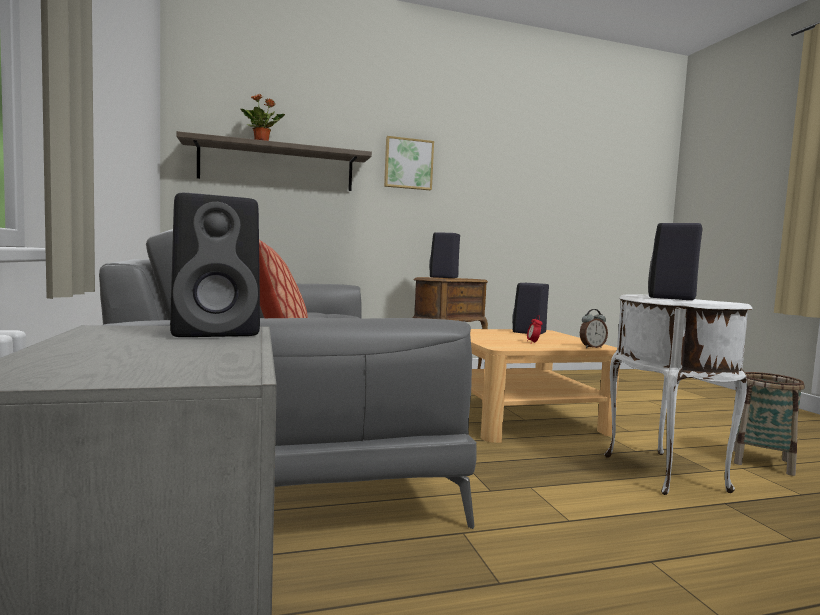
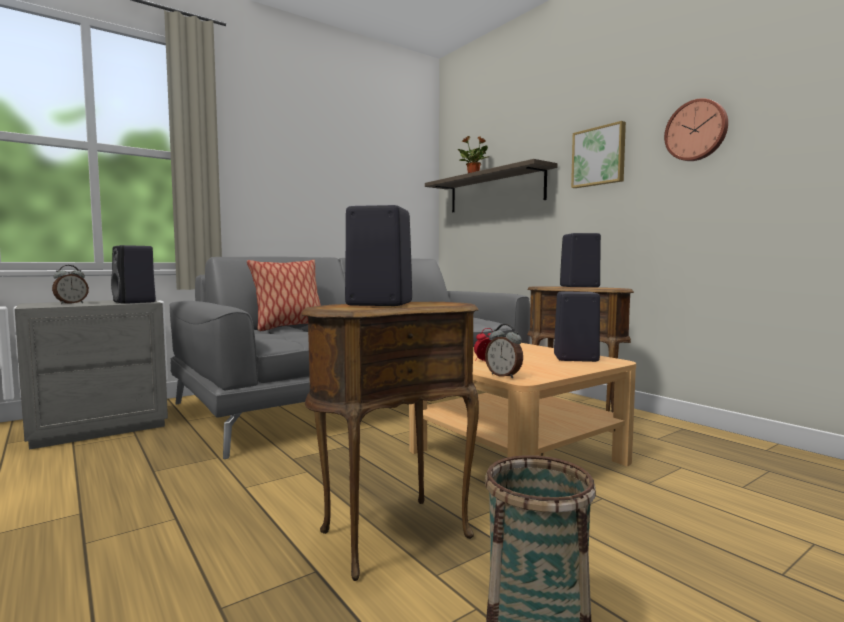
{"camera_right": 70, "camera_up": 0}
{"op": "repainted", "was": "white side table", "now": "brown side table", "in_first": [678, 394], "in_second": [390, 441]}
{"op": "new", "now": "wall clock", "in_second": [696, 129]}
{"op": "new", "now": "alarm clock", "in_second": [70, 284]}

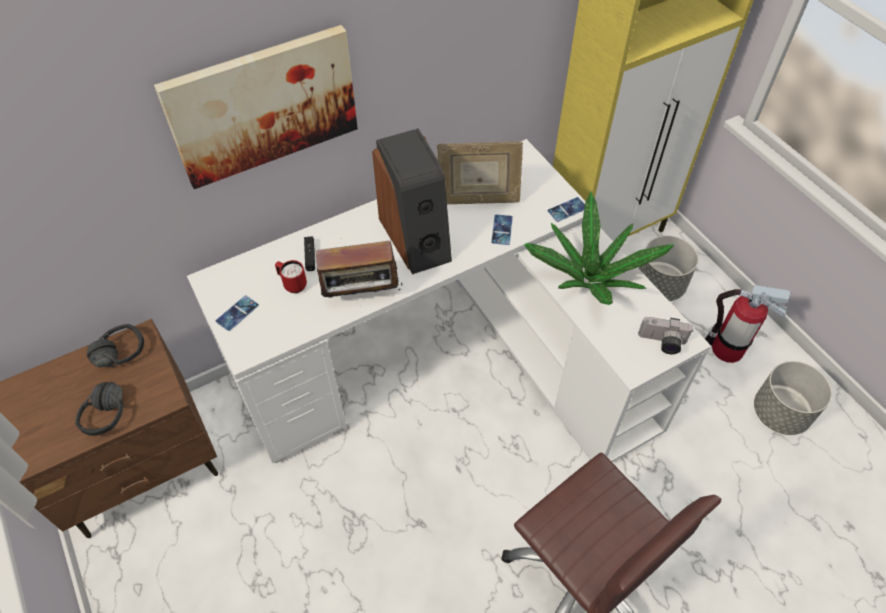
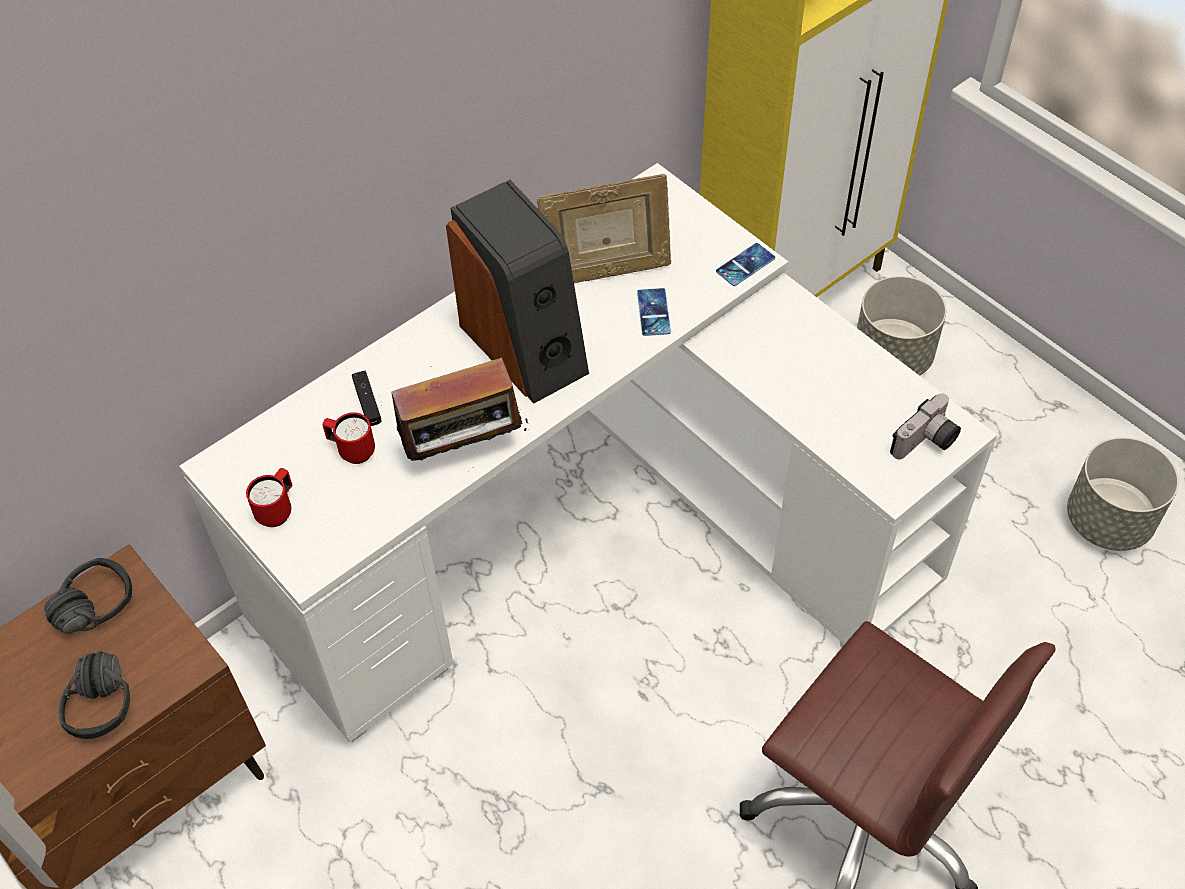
{"camera_right": -10, "camera_up": 0}
{"op": "gone", "was": "picture", "in_first": [256, 107]}
{"op": "gone", "was": "potted plant", "in_first": [599, 248]}
{"op": "gone", "was": "fire extinguisher", "in_first": [748, 324]}
{"op": "swapped", "was": "phone", "now": "red mug", "in_first": [237, 313], "in_second": [269, 497]}
{"op": "rotated", "was": "photo camera", "in_first": [665, 335], "in_second": [925, 426], "clockwise": -45}

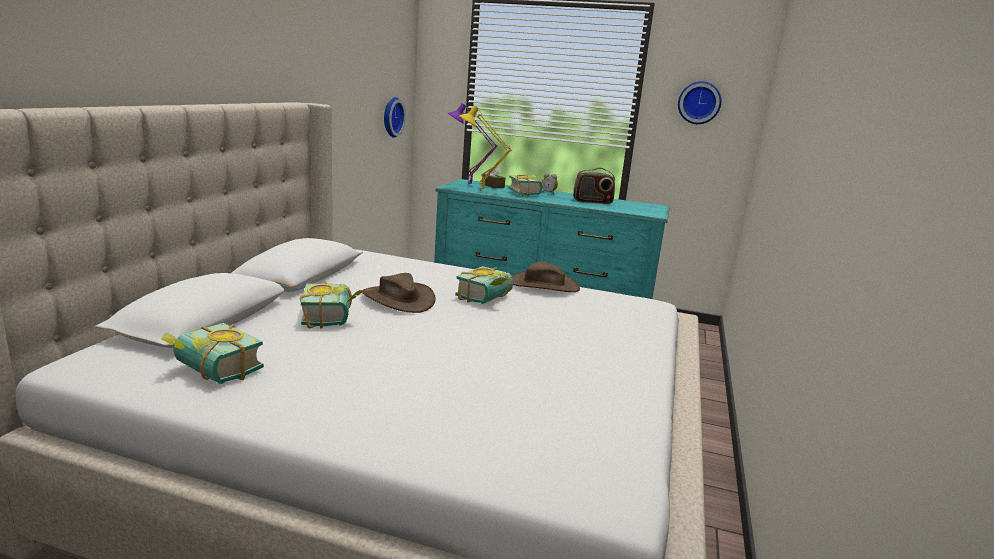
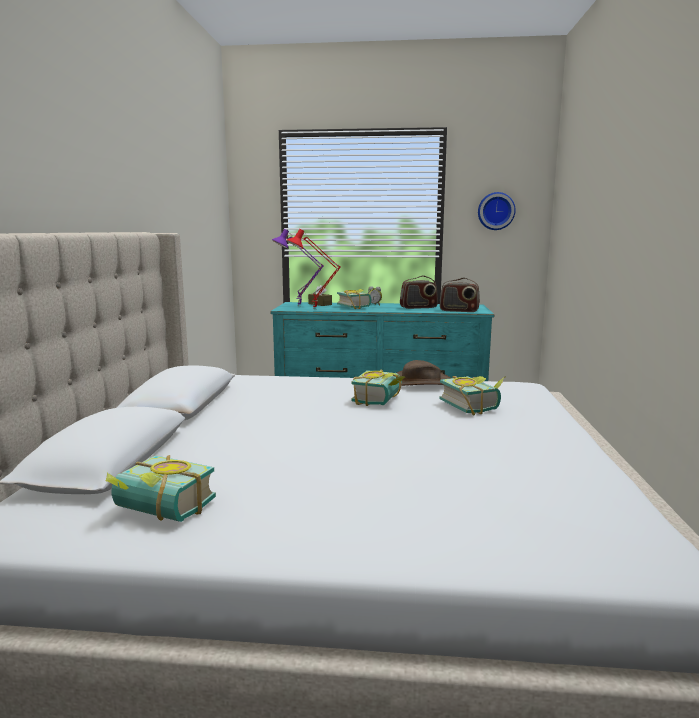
{"camera_right": -10, "camera_up": -5}
{"op": "gone", "was": "wall clock", "in_first": [395, 117]}
{"op": "repainted", "was": "yellow table lamp", "now": "red table lamp", "in_first": [485, 148], "in_second": [313, 268]}
{"op": "gone", "was": "brown hat", "in_first": [399, 293]}
{"op": "shifted", "was": "book", "in_first": [332, 305], "in_second": [472, 395]}
{"op": "new", "now": "radio", "in_second": [460, 295]}

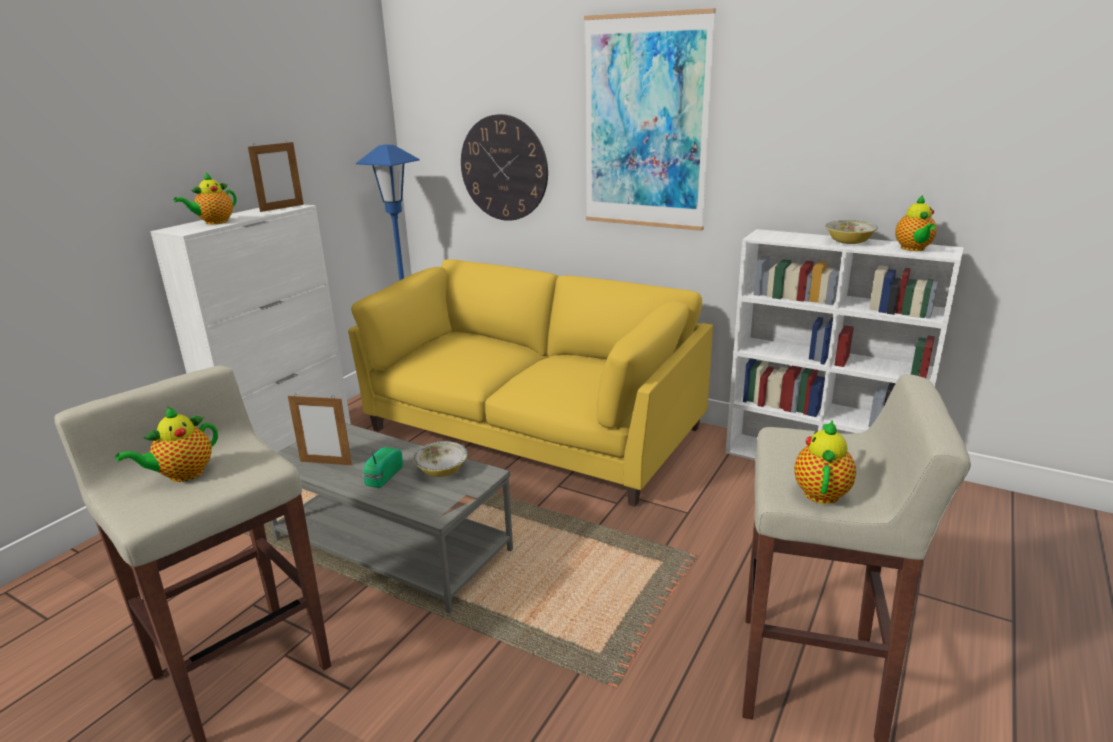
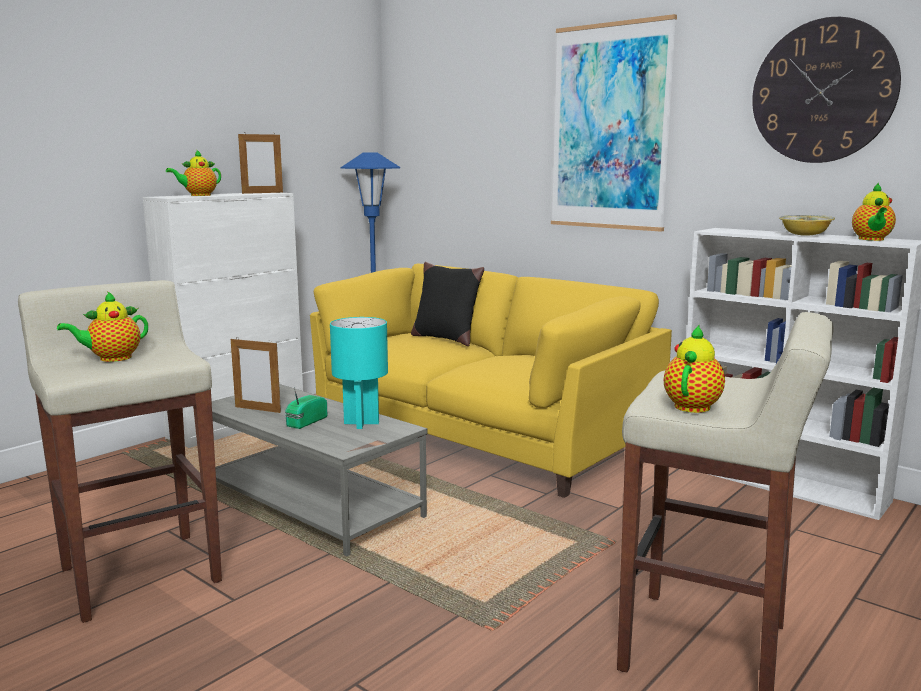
{"camera_right": 10, "camera_up": -10}
{"op": "shifted", "was": "wall clock", "in_first": [504, 167], "in_second": [826, 90]}
{"op": "swapped", "was": "bowl", "now": "turquoise table lamp", "in_first": [440, 459], "in_second": [359, 373]}
{"op": "new", "now": "black pillow", "in_second": [447, 304]}

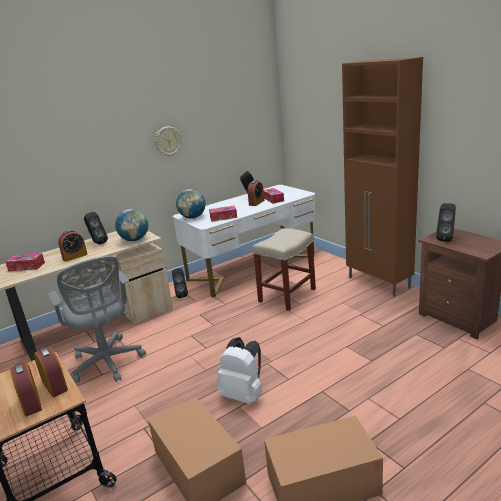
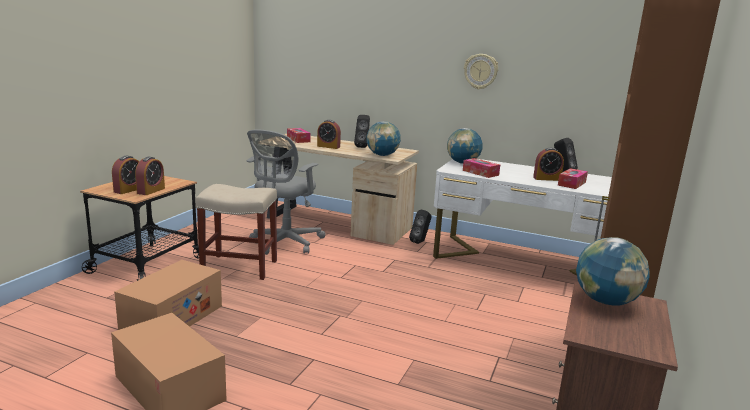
{"camera_right": 55, "camera_up": -5}
{"op": "swapped", "was": "black speaker", "now": "globe", "in_first": [446, 222], "in_second": [613, 271]}
{"op": "shifted", "was": "beige stool", "in_first": [284, 269], "in_second": [236, 232]}
{"op": "gone", "was": "white backpack", "in_first": [239, 370]}

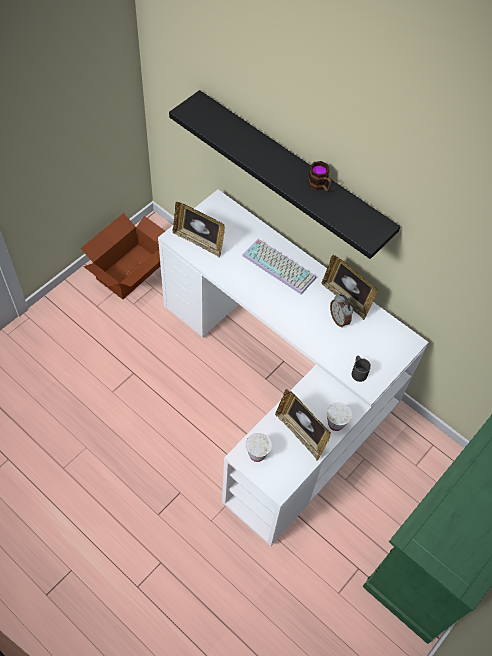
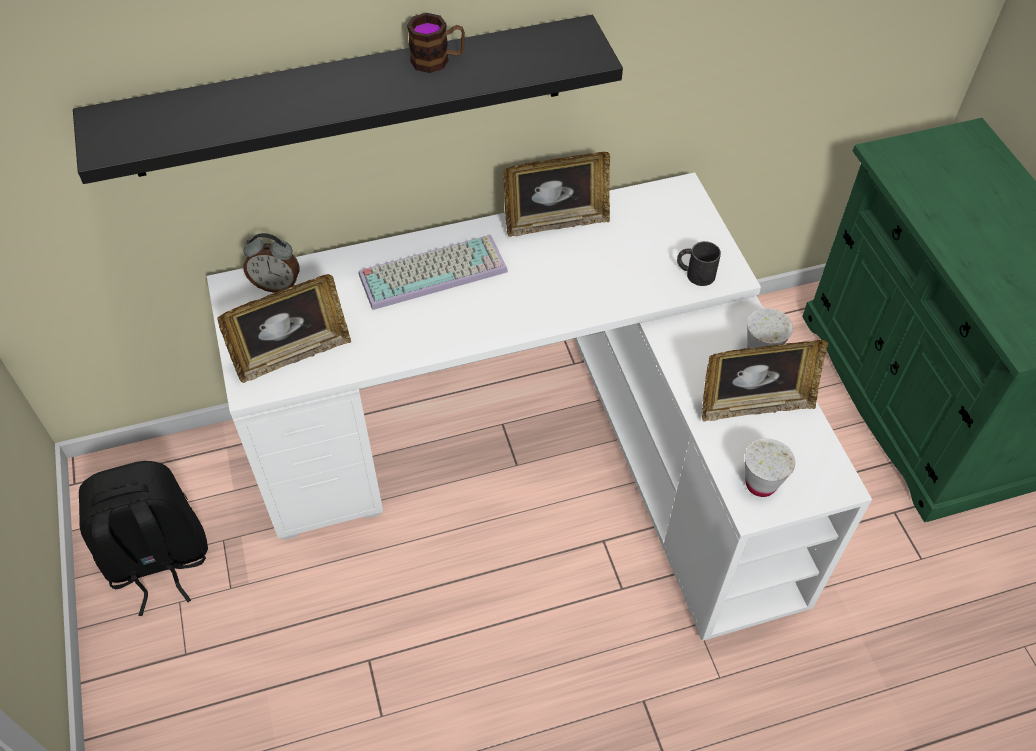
{"camera_right": -55, "camera_up": -5}
{"op": "swapped", "was": "cardboard box", "now": "black backpack", "in_first": [123, 256], "in_second": [143, 538]}
{"op": "shifted", "was": "alarm clock", "in_first": [341, 310], "in_second": [271, 263]}

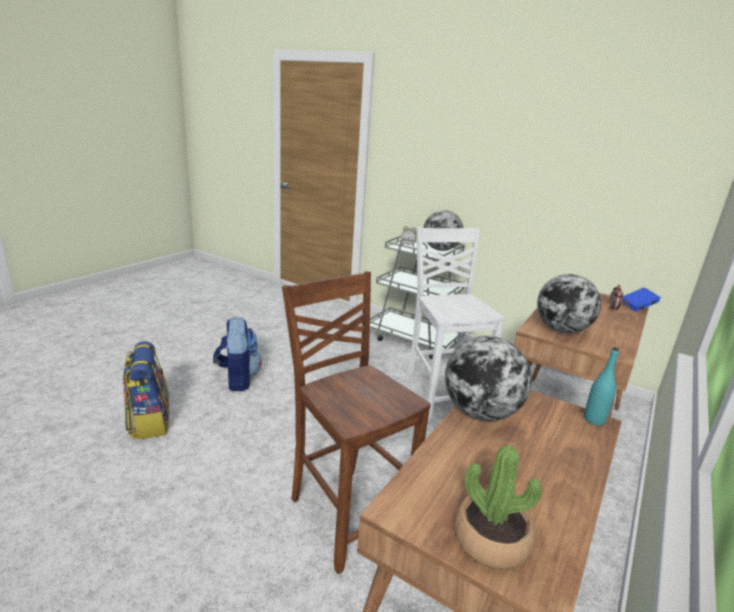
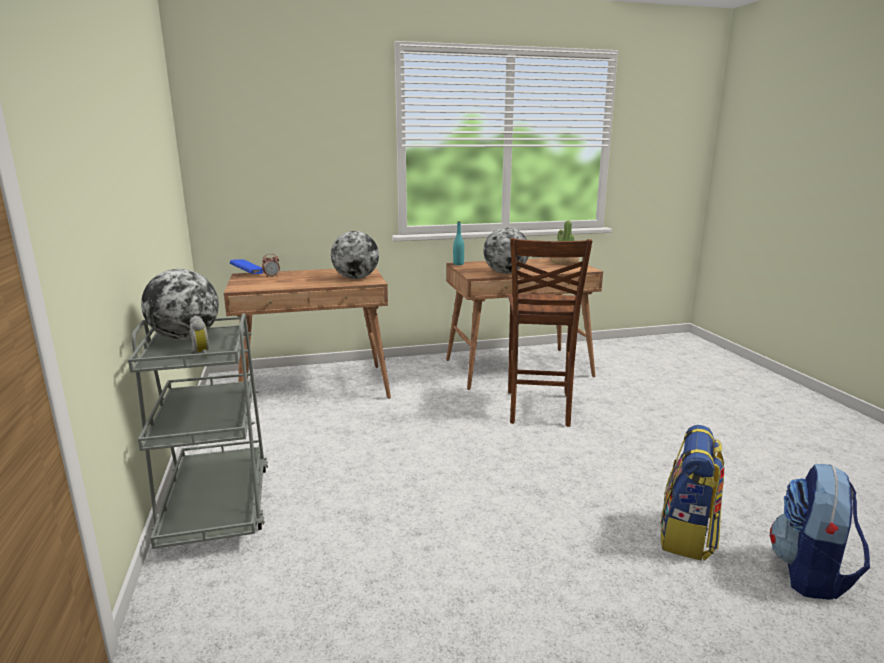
{"camera_right": -135, "camera_up": -5}
{"op": "gone", "was": "white chair", "in_first": [455, 324]}
{"op": "shifted", "was": "backpack", "in_first": [237, 353], "in_second": [820, 532]}

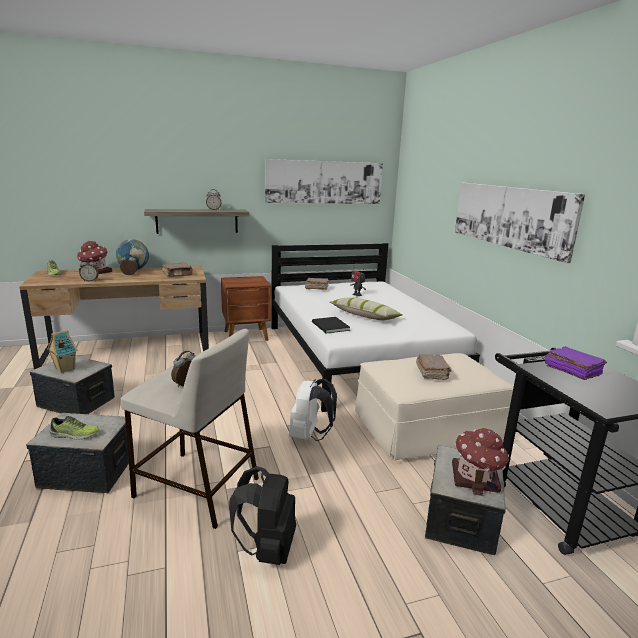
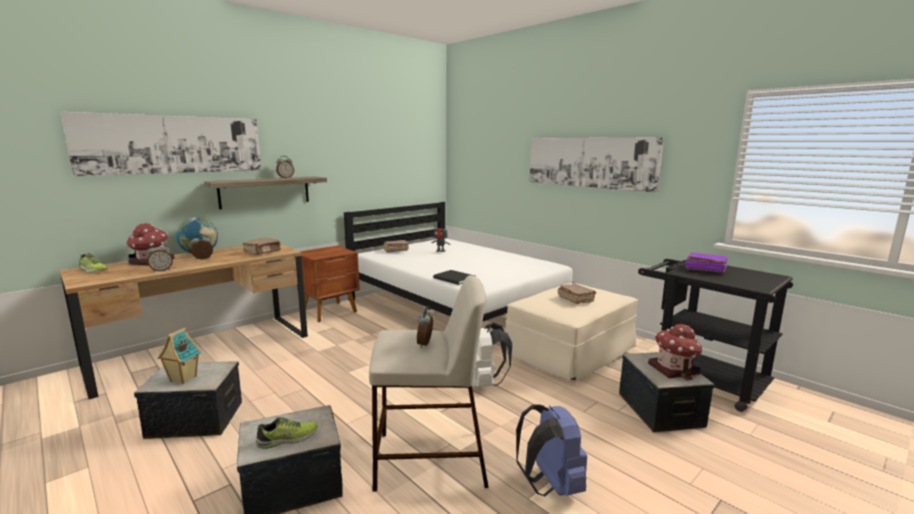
{"camera_right": -25, "camera_up": -5}
{"op": "shifted", "was": "picture", "in_first": [324, 181], "in_second": [161, 144]}
{"op": "gone", "was": "pillow", "in_first": [365, 308]}
{"op": "repainted", "was": "black backpack", "now": "blue backpack", "in_first": [262, 515], "in_second": [551, 450]}

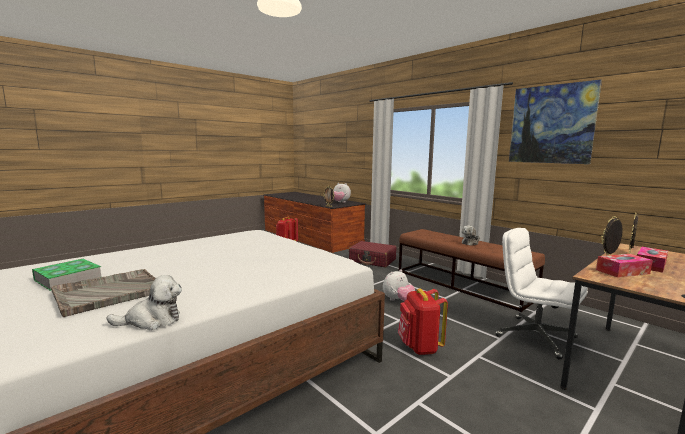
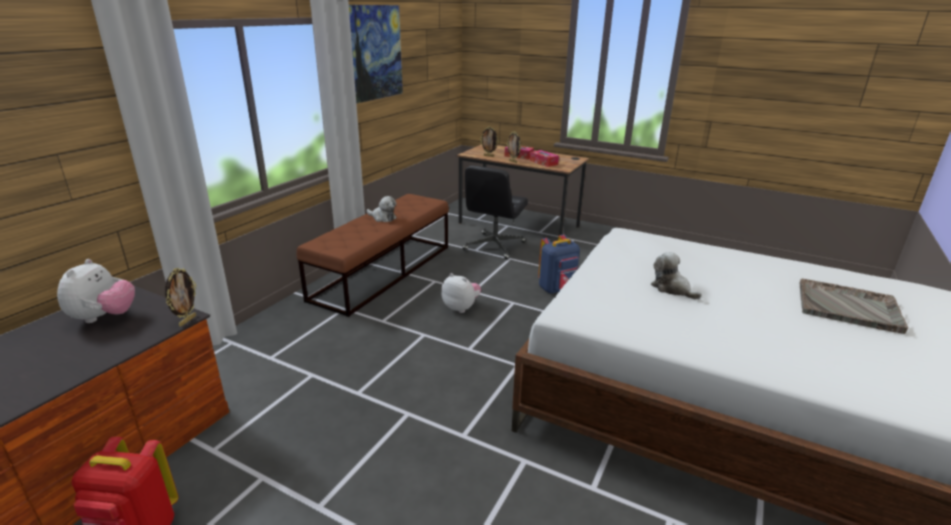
{"camera_right": -110, "camera_up": 15}
{"op": "repainted", "was": "white office chair", "now": "black office chair", "in_first": [541, 294], "in_second": [495, 212]}
{"op": "gone", "was": "red suitcase", "in_first": [372, 254]}
{"op": "gone", "was": "book", "in_first": [67, 275]}
{"op": "shifted", "was": "plush toy", "in_first": [144, 302], "in_second": [676, 275]}
{"op": "repainted", "was": "red backpack", "now": "blue backpack", "in_first": [423, 321], "in_second": [559, 264]}

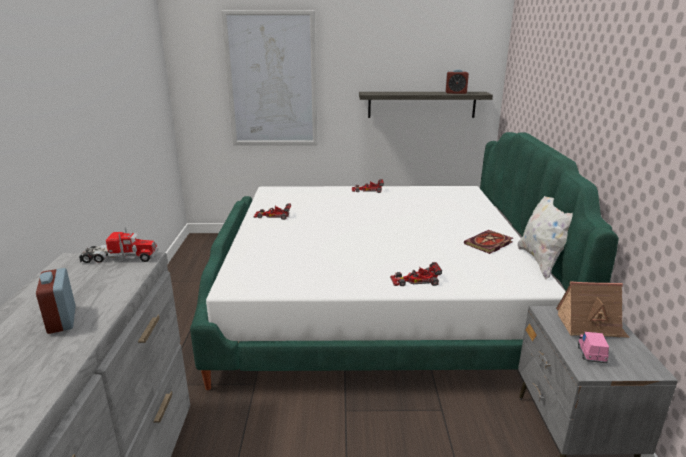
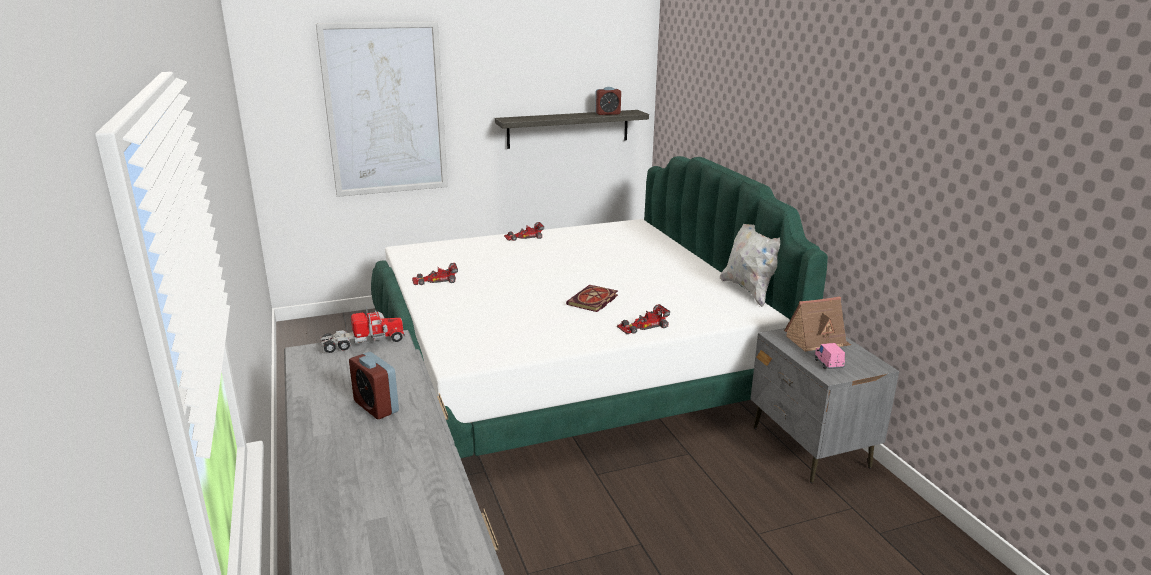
{"camera_right": -20, "camera_up": 0}
{"op": "shifted", "was": "book", "in_first": [488, 242], "in_second": [592, 298]}

